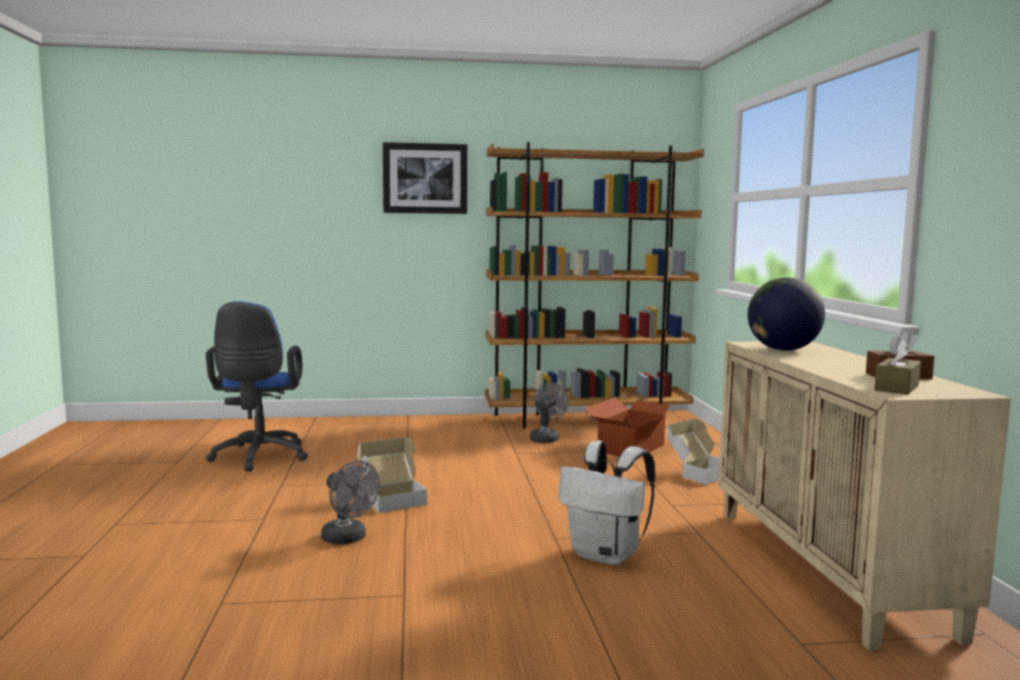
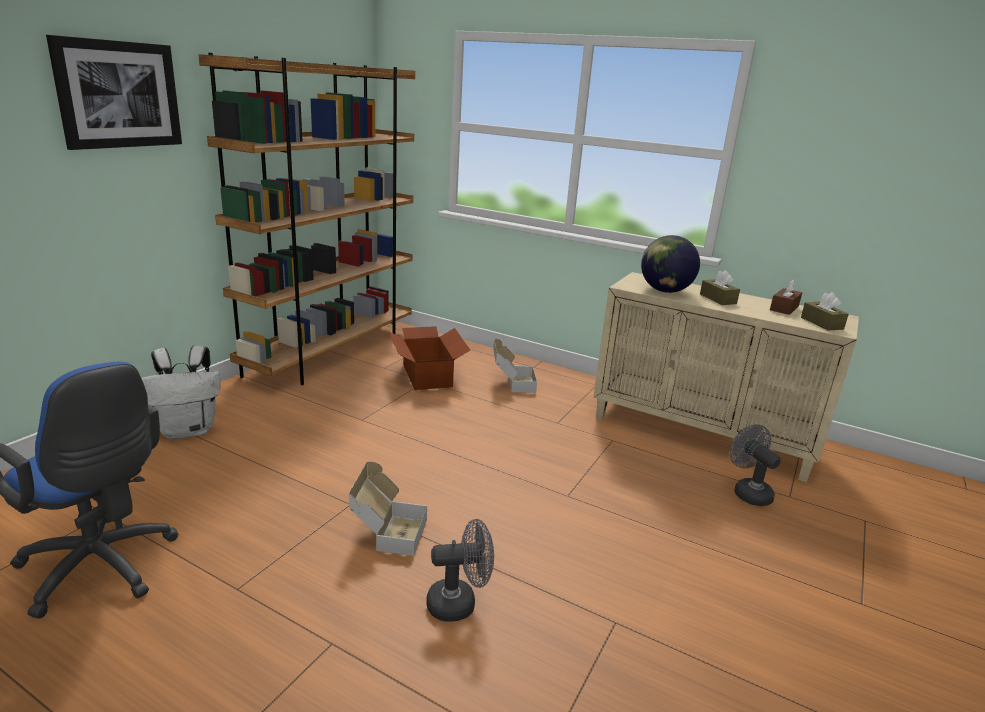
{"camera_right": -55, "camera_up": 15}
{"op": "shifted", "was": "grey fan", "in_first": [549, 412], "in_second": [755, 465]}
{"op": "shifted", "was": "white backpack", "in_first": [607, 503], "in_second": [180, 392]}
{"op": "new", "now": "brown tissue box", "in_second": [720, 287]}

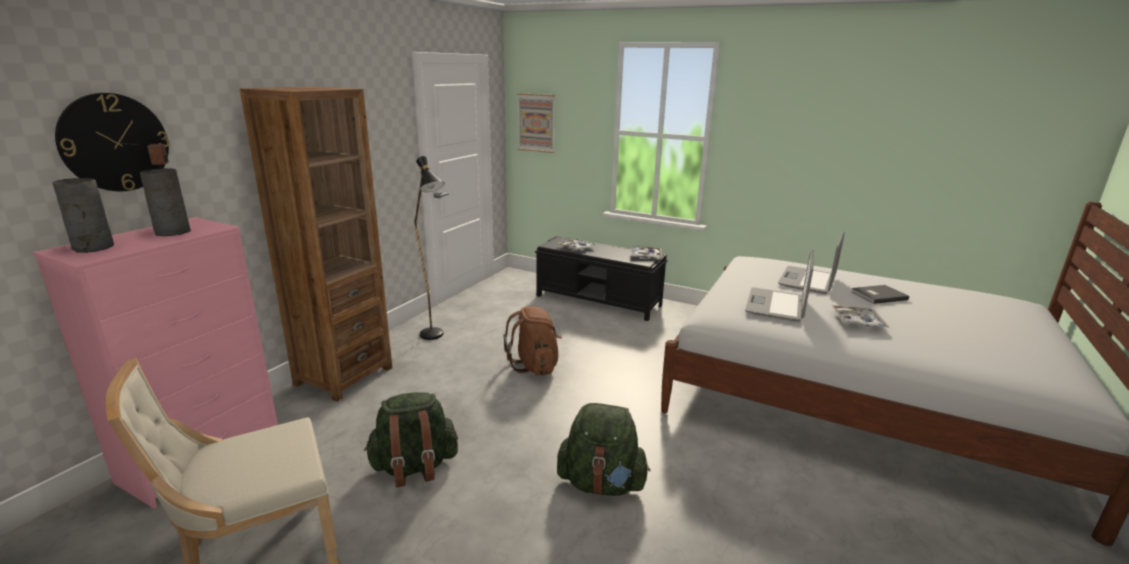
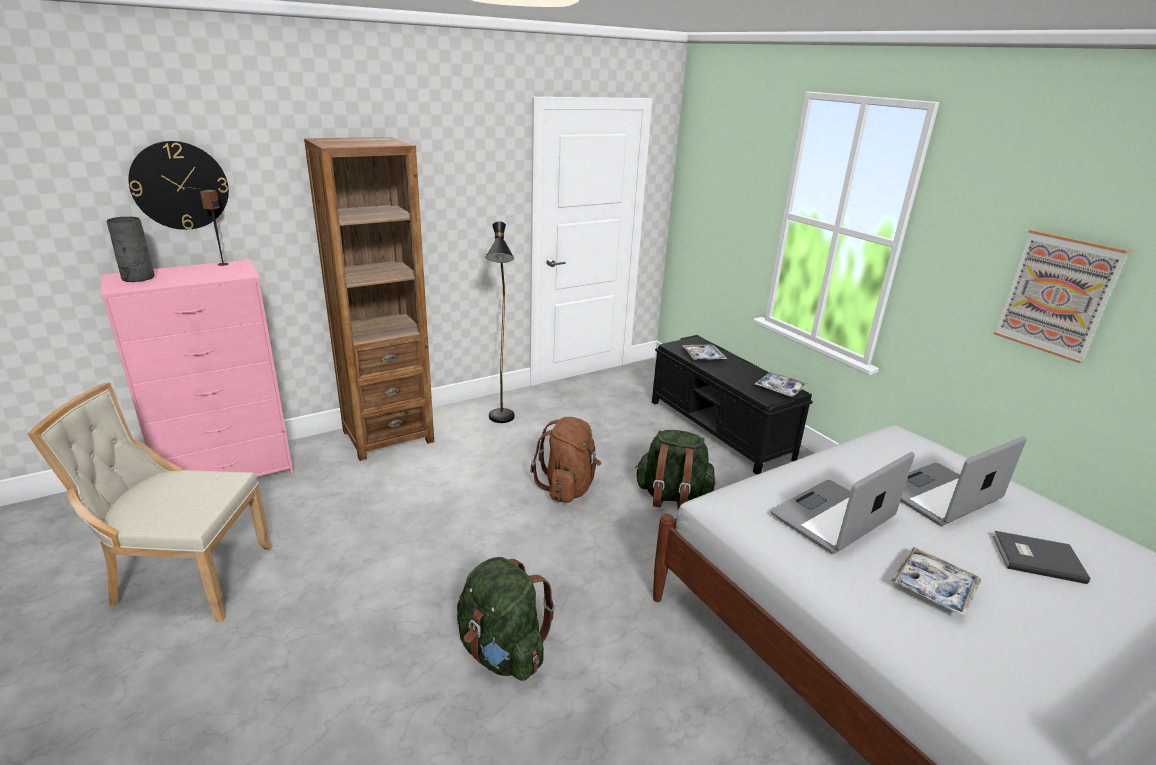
{"camera_right": 30, "camera_up": 5}
{"op": "shifted", "was": "picture", "in_first": [536, 123], "in_second": [1061, 296]}
{"op": "gone", "was": "grey vase", "in_first": [165, 202]}
{"op": "shifted", "was": "green backpack", "in_first": [411, 439], "in_second": [675, 470]}

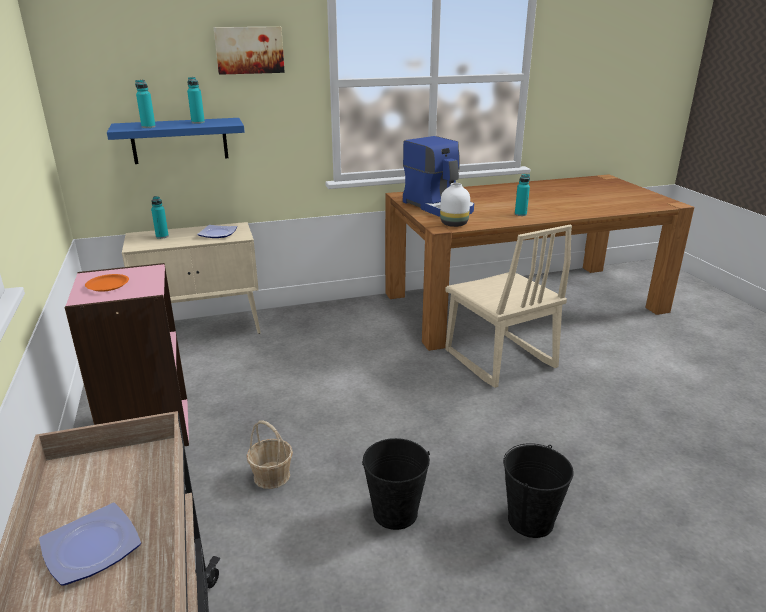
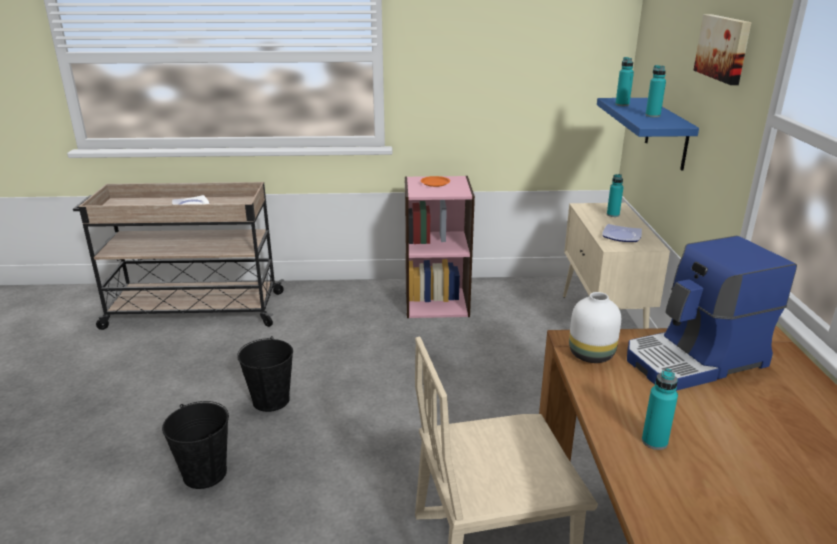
{"camera_right": 105, "camera_up": 0}
{"op": "gone", "was": "basket", "in_first": [270, 454]}

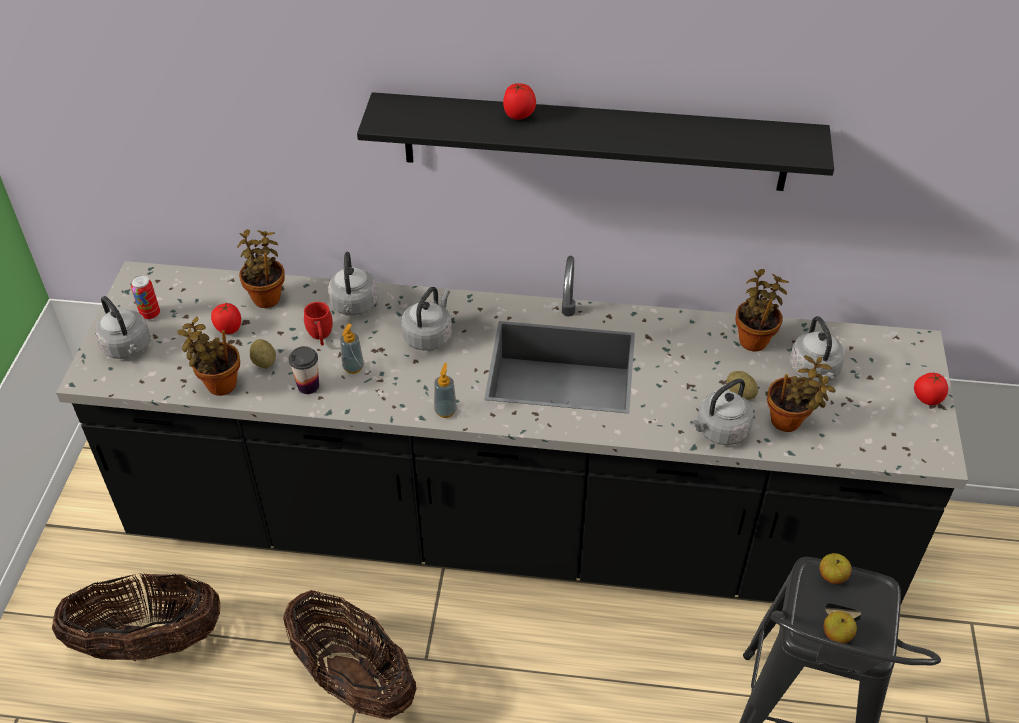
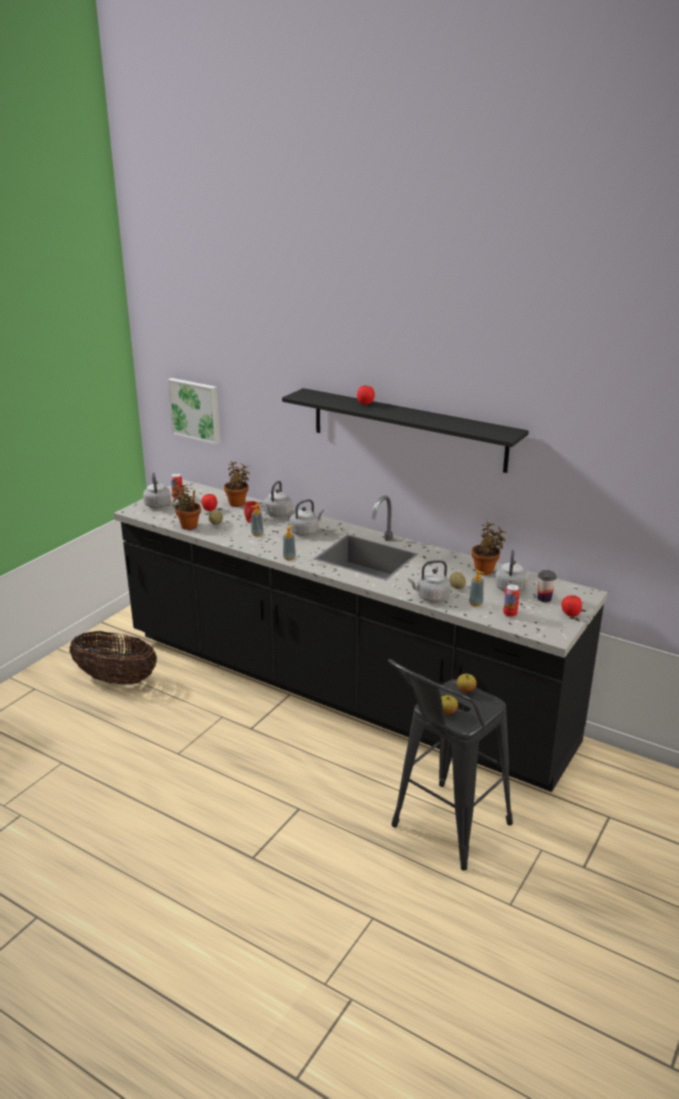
{"camera_right": 25, "camera_up": -20}
{"op": "shifted", "was": "cup", "in_first": [304, 370], "in_second": [547, 586]}
{"op": "swapped", "was": "potted plant", "now": "soap dispenser", "in_first": [801, 394], "in_second": [476, 588]}
{"op": "gone", "was": "basket", "in_first": [349, 655]}
{"op": "new", "now": "picture", "in_second": [193, 411]}
{"op": "new", "now": "can", "in_second": [511, 600]}

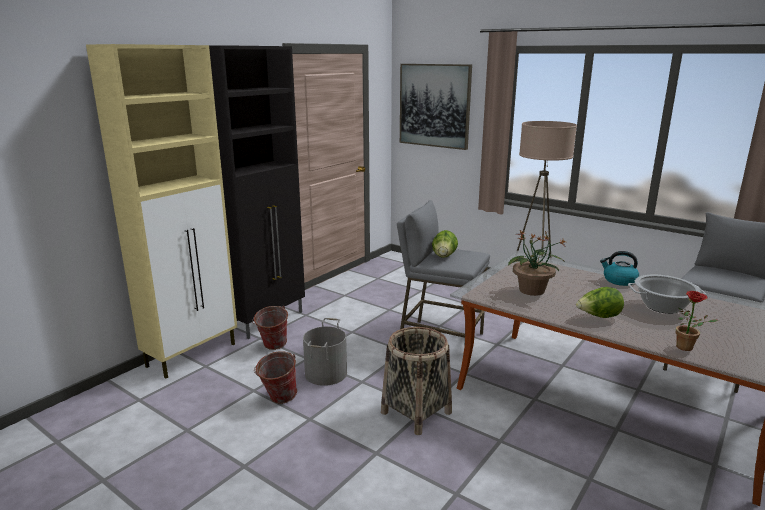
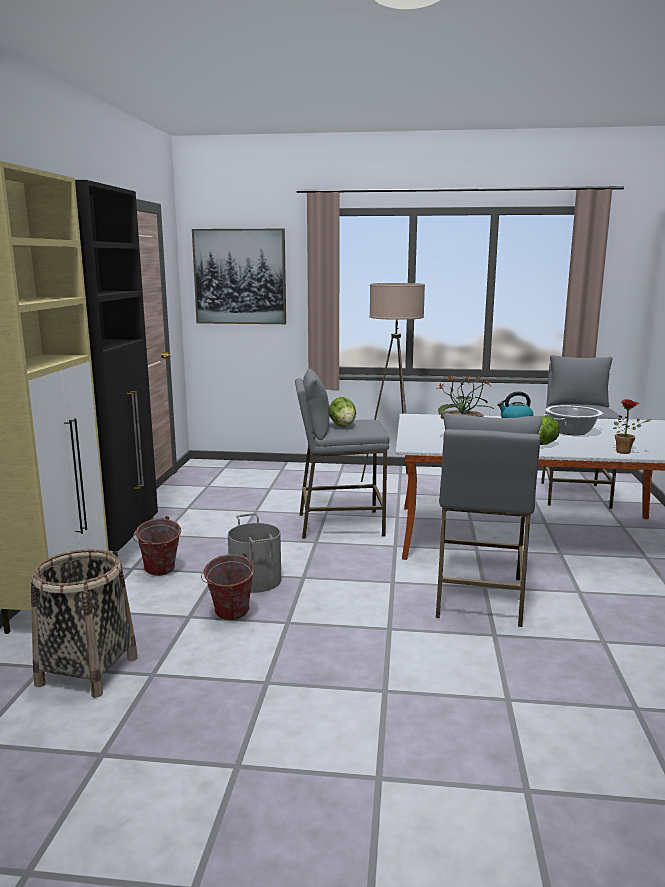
{"camera_right": -30, "camera_up": -5}
{"op": "shifted", "was": "basket", "in_first": [416, 381], "in_second": [84, 623]}
{"op": "new", "now": "grey stool", "in_second": [489, 520]}

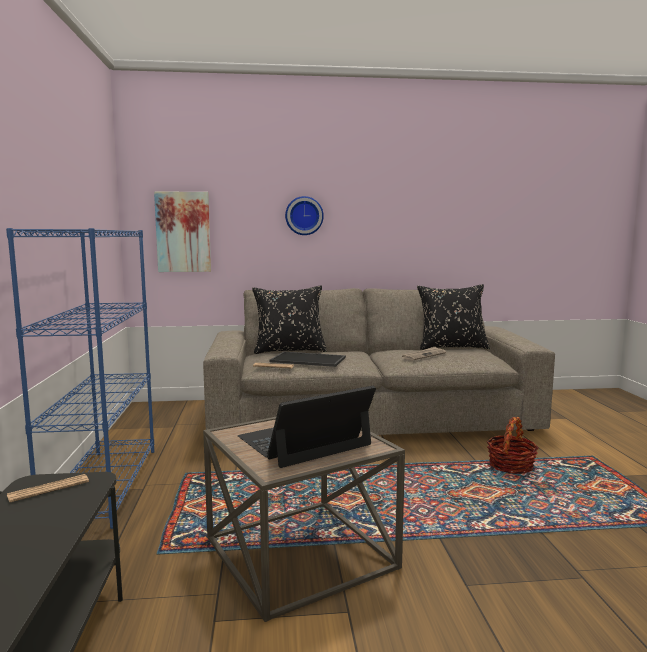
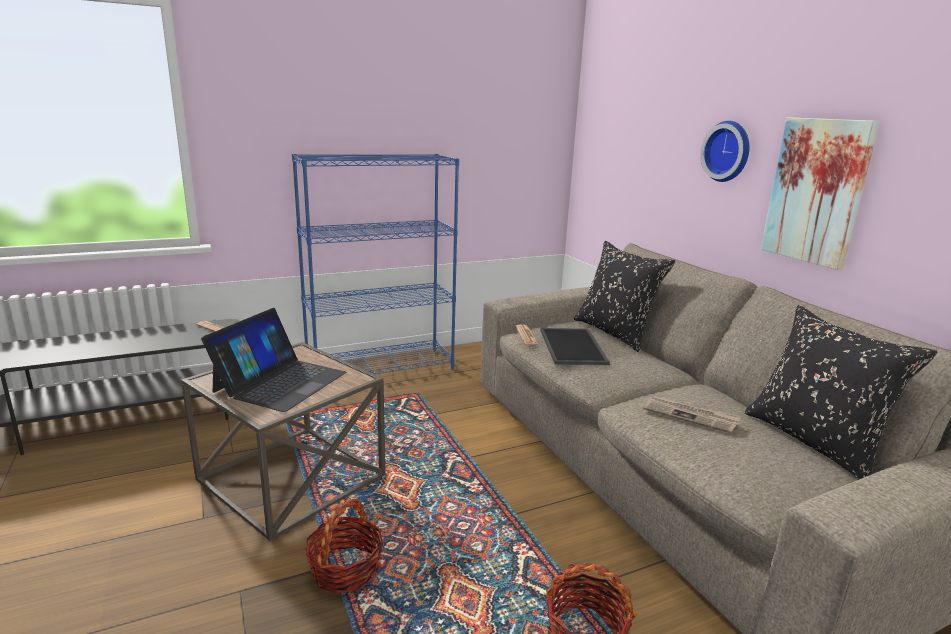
{"camera_right": 70, "camera_up": 10}
{"op": "shifted", "was": "picture", "in_first": [182, 231], "in_second": [820, 193]}
{"op": "rotated", "was": "laptop", "in_first": [307, 427], "in_second": [273, 360], "clockwise": 75}
{"op": "new", "now": "basket", "in_second": [344, 546]}

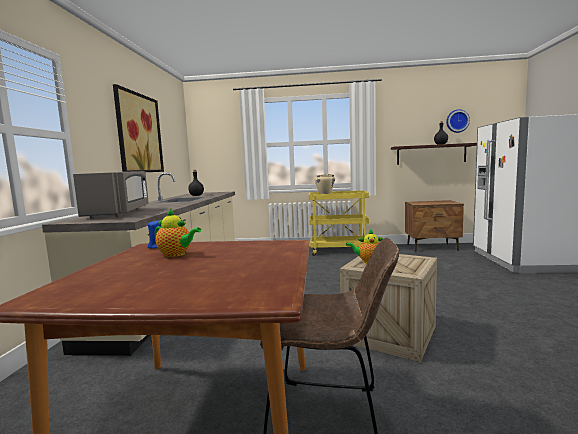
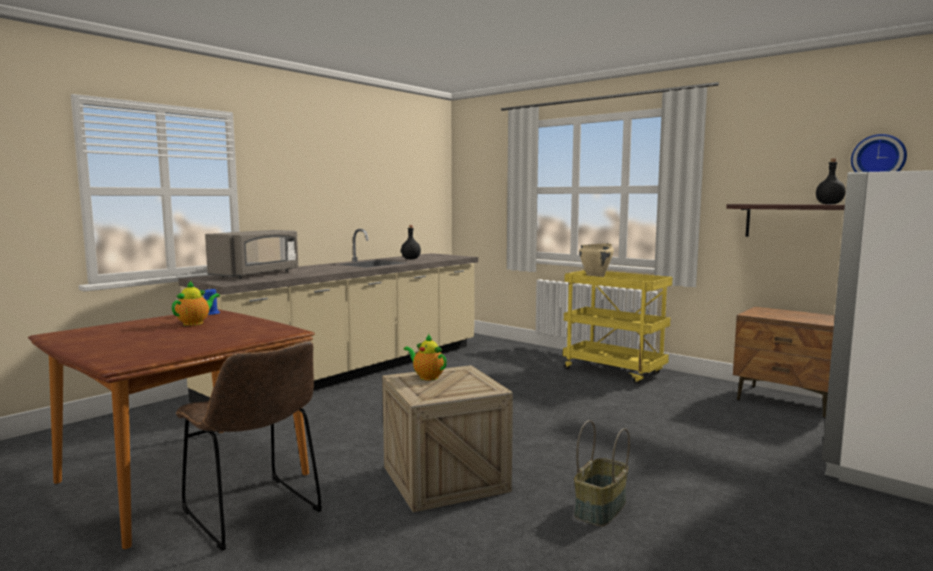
{"camera_right": 35, "camera_up": 0}
{"op": "gone", "was": "picture", "in_first": [138, 128]}
{"op": "rotated", "was": "teapot", "in_first": [178, 233], "in_second": [196, 303], "clockwise": -120}
{"op": "new", "now": "basket", "in_second": [602, 473]}

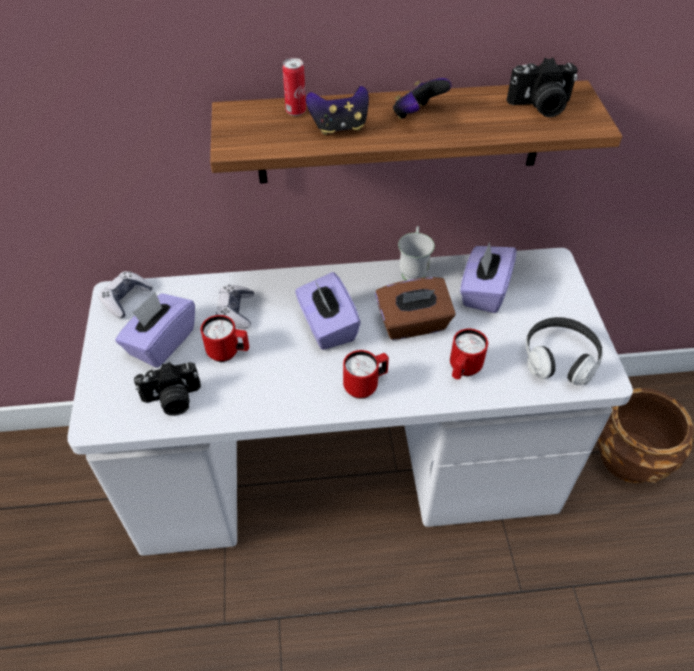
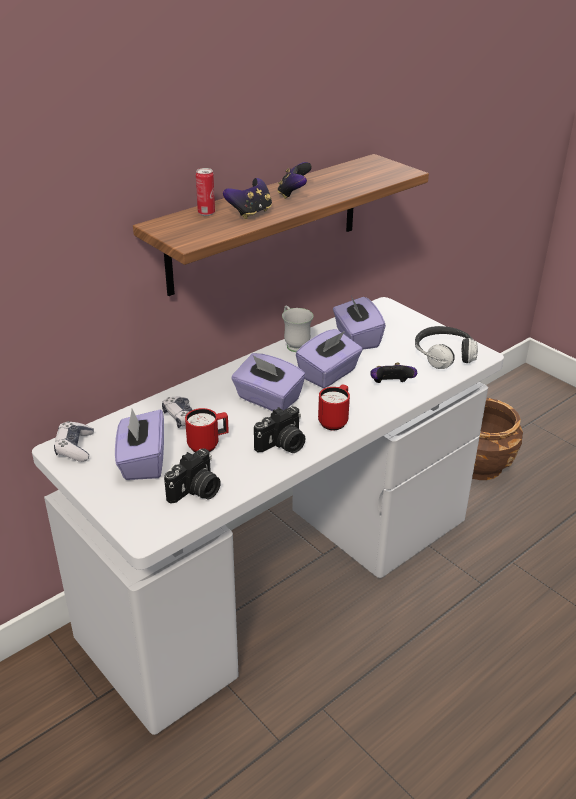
{"camera_right": -35, "camera_up": -15}
{"op": "shifted", "was": "photo camera", "in_first": [542, 87], "in_second": [279, 429]}
{"op": "repainted", "was": "brown tissue box", "now": "purple tissue box", "in_first": [415, 308], "in_second": [329, 358]}
{"op": "swapped", "was": "red mug", "now": "game controller", "in_first": [469, 354], "in_second": [394, 373]}

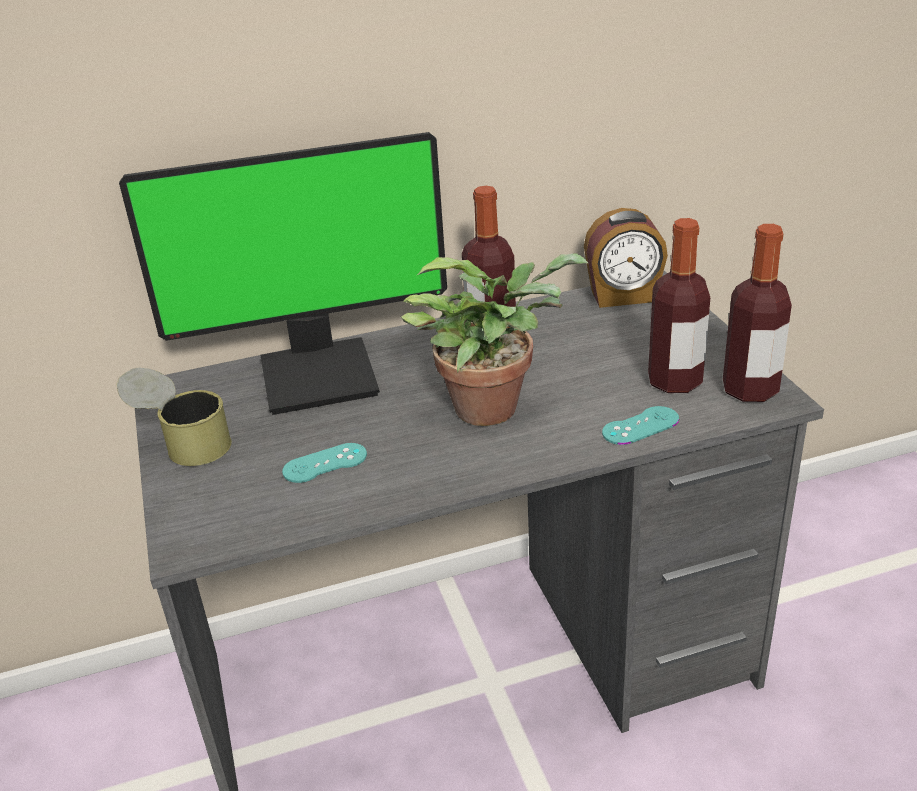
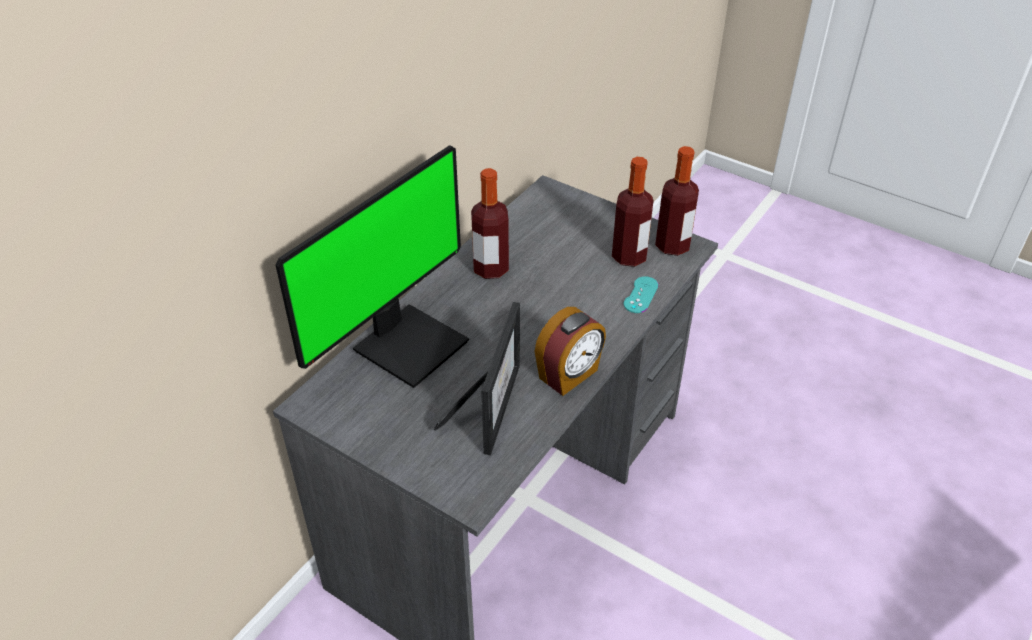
{"camera_right": -40, "camera_up": 10}
{"op": "shifted", "was": "alarm clock", "in_first": [626, 258], "in_second": [570, 351]}
{"op": "gone", "was": "potted plant", "in_first": [494, 340]}
{"op": "gone", "was": "can", "in_first": [174, 417]}
{"op": "swapped", "was": "turquoise game controller", "now": "picture frame", "in_first": [324, 463], "in_second": [477, 378]}

